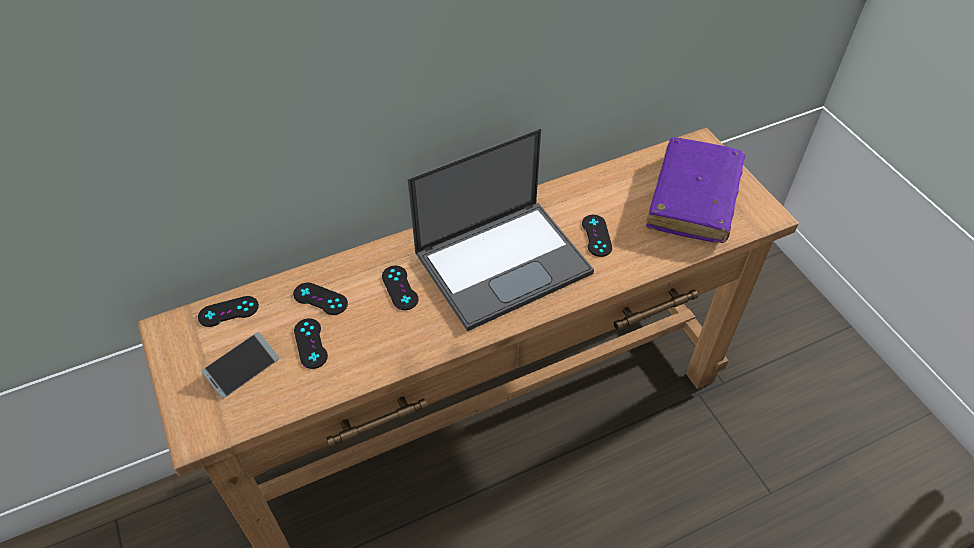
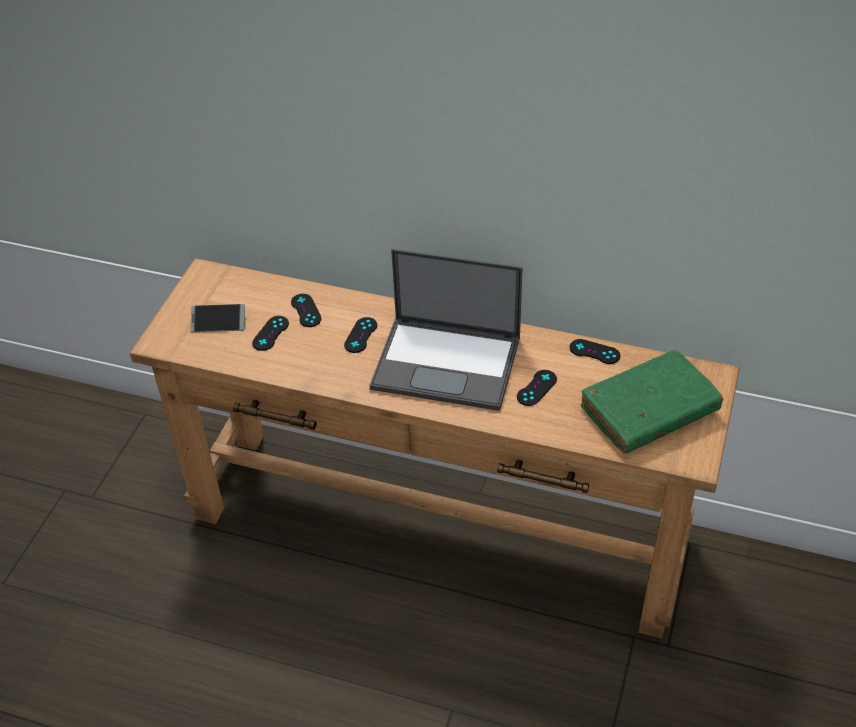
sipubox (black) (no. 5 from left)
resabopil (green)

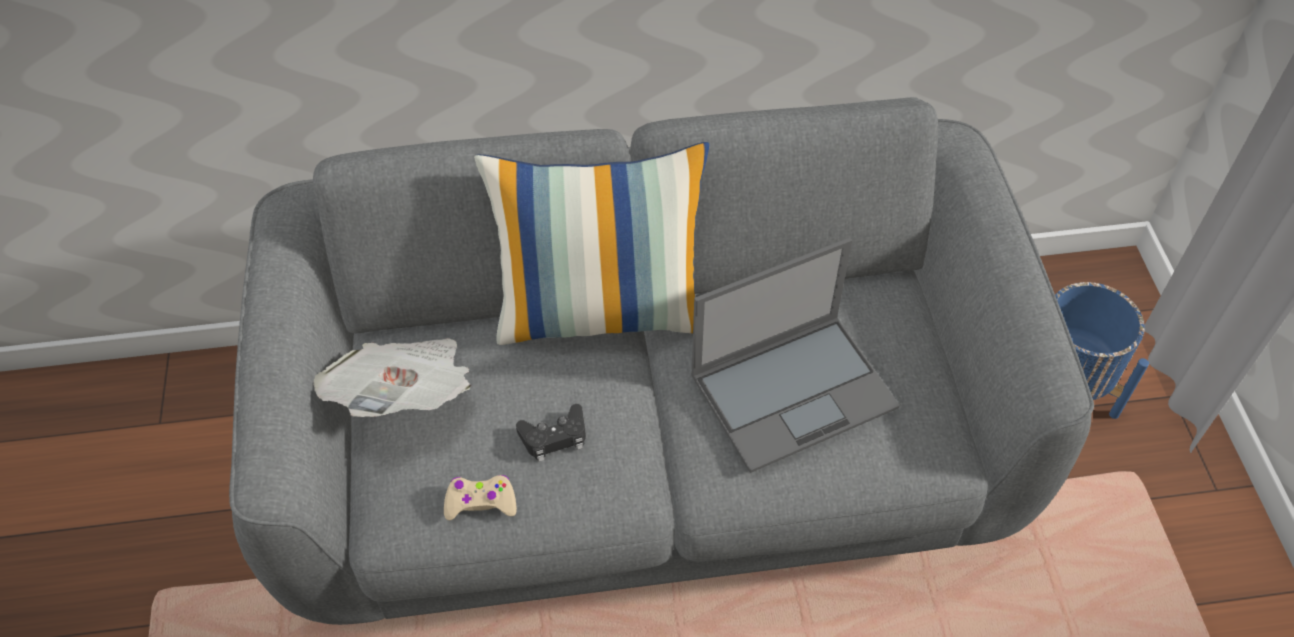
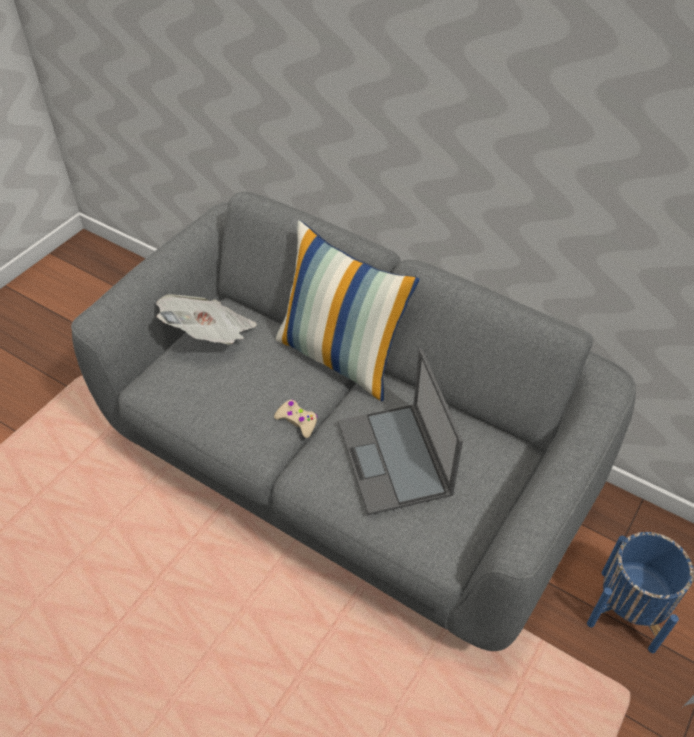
sipubox (beige)
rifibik
sipubox (black)

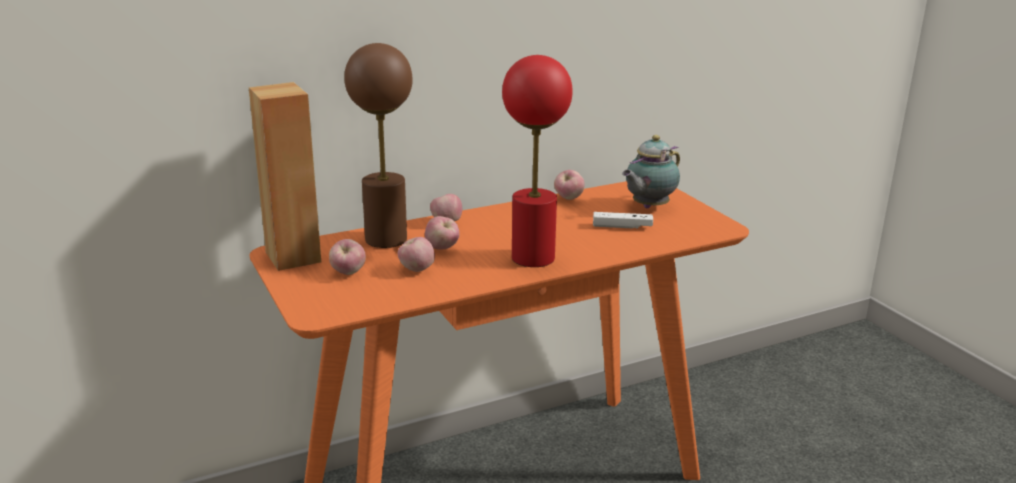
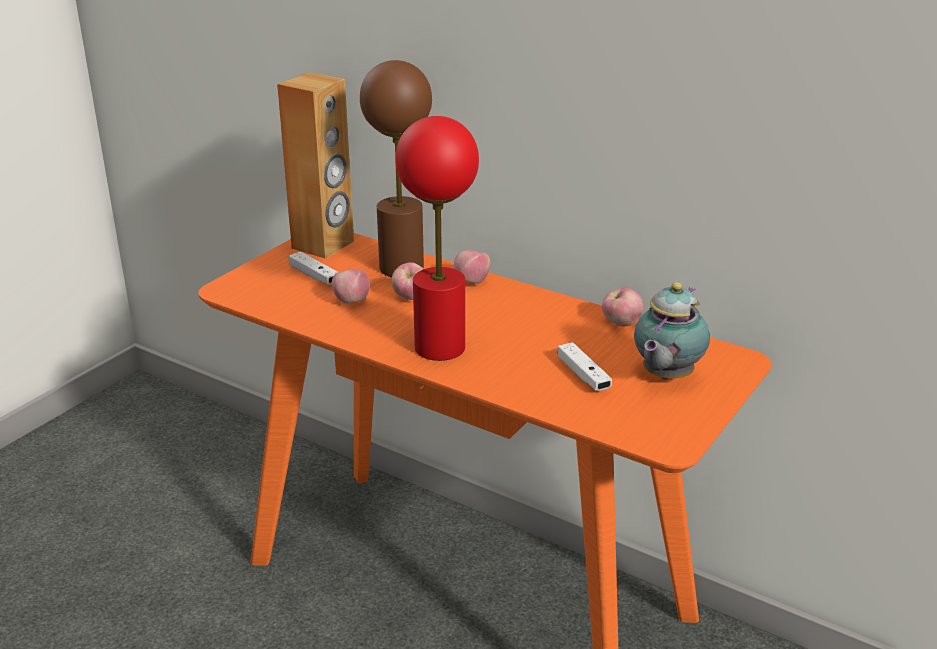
sipubox (white) (no. 1 from left)
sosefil

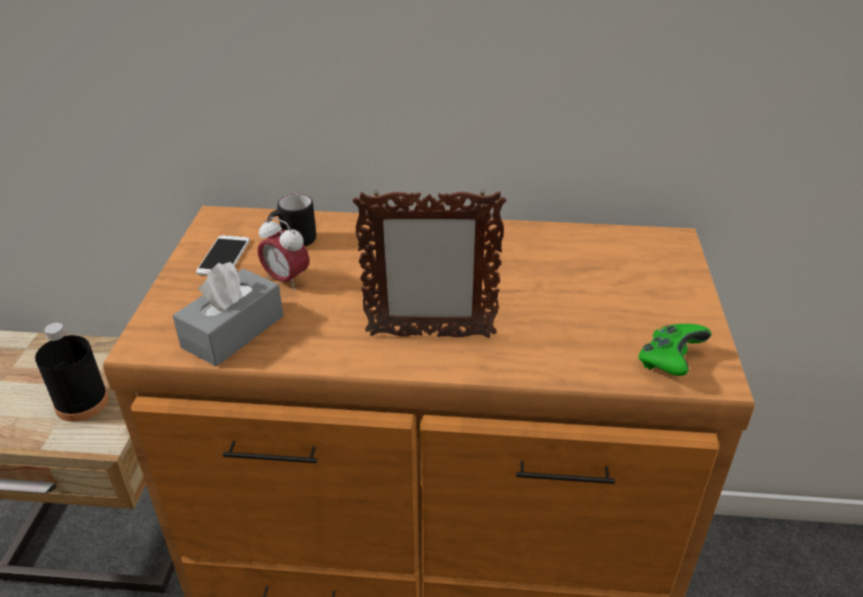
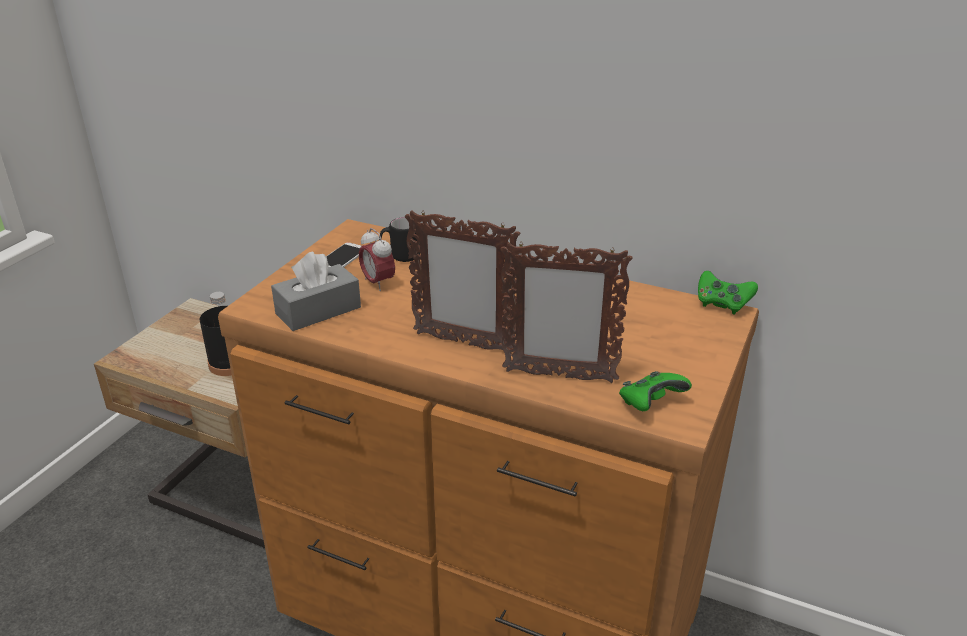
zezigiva (no. 2 from left)
sipubox (green) (no. 2 from left)

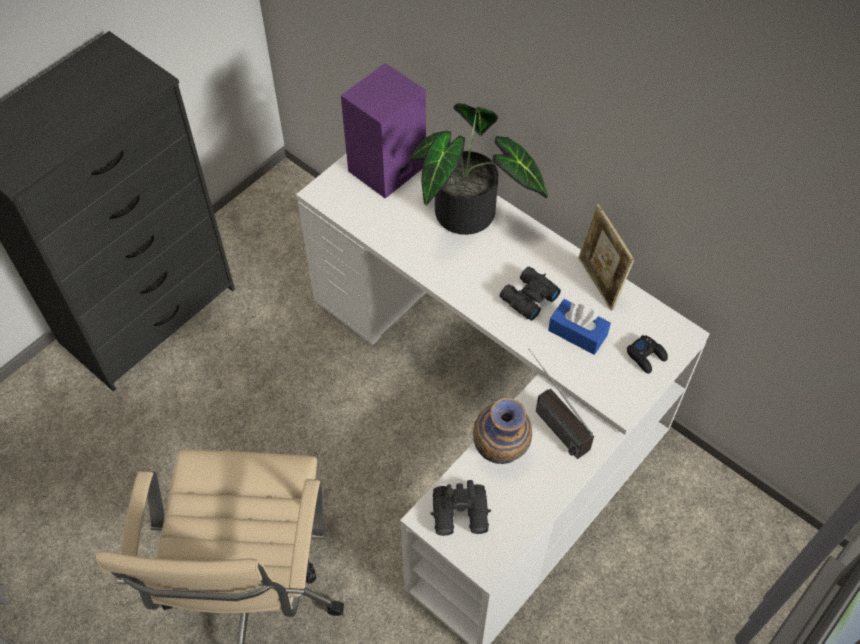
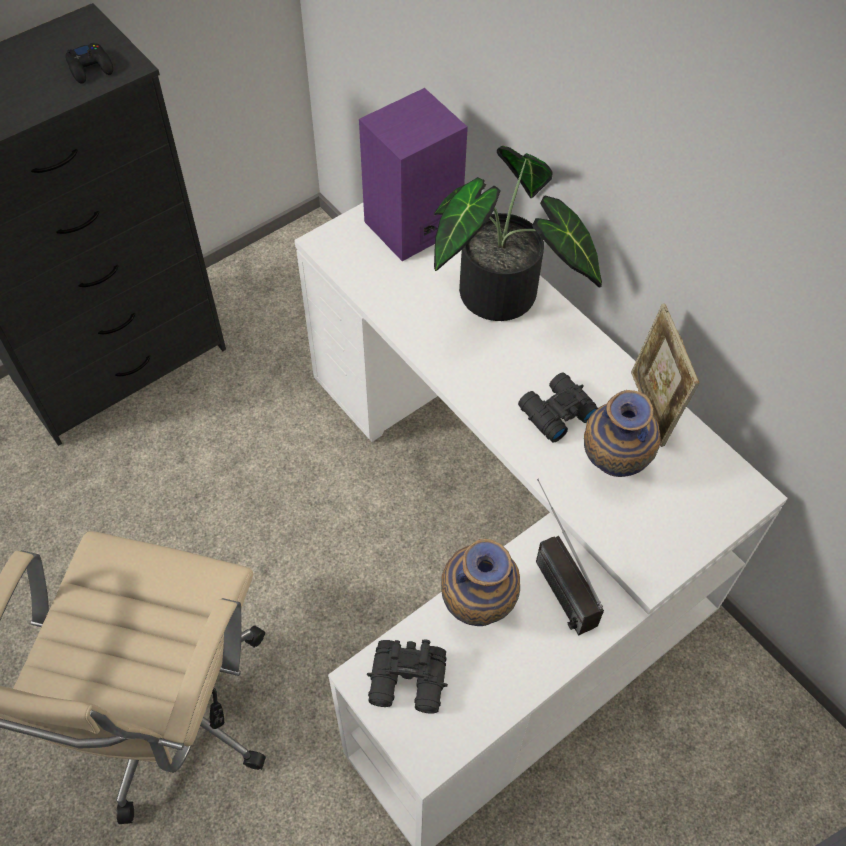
sipubox (black)
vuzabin (no. 2 from left)

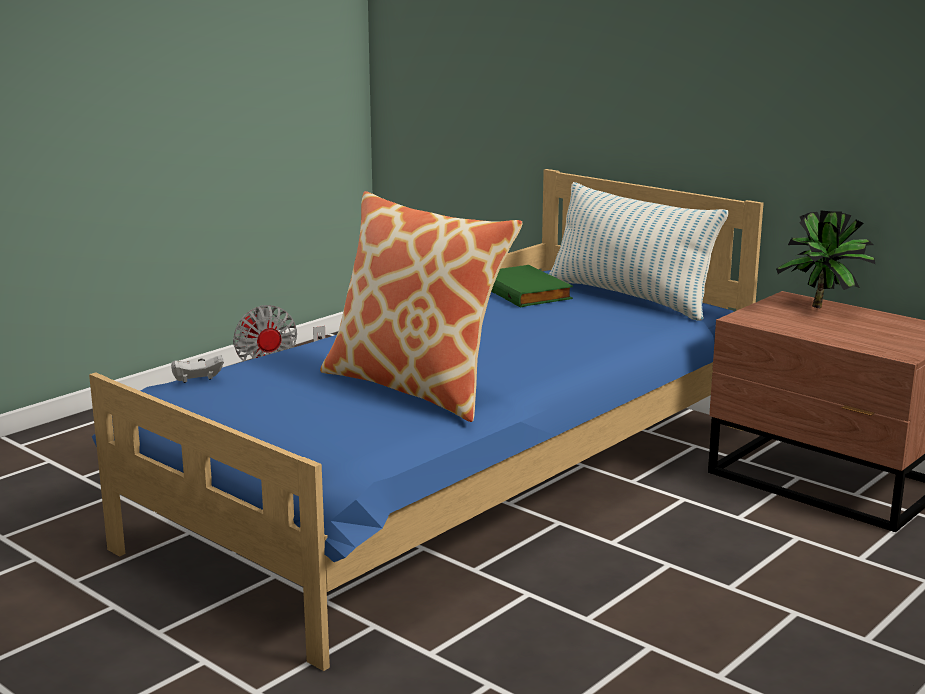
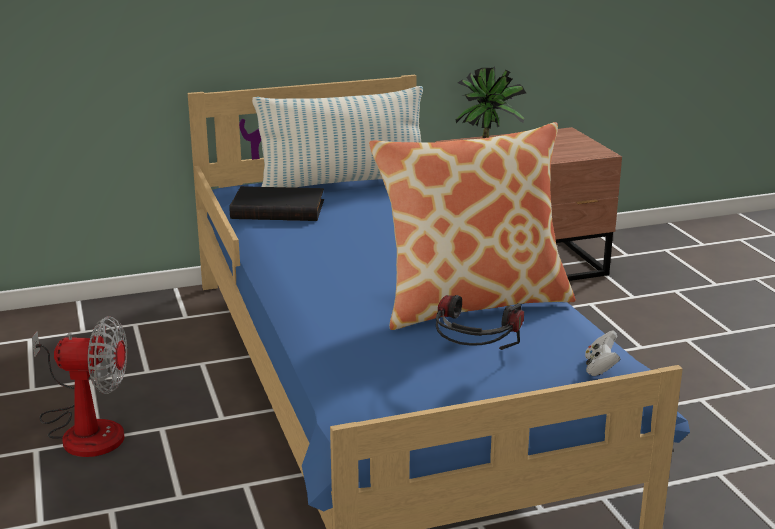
resabopil (black)
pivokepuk
sipubox (white)

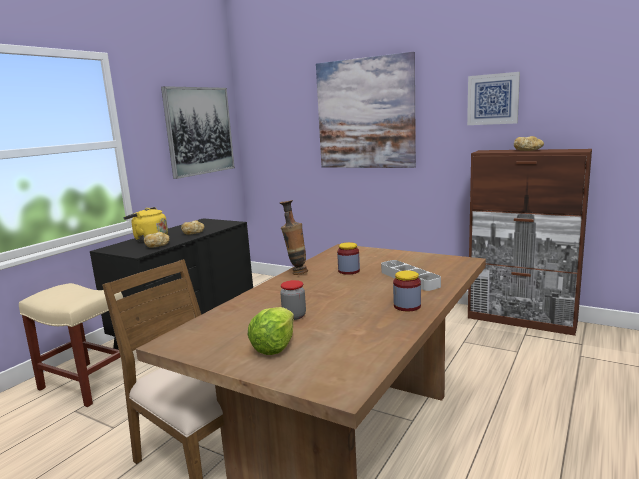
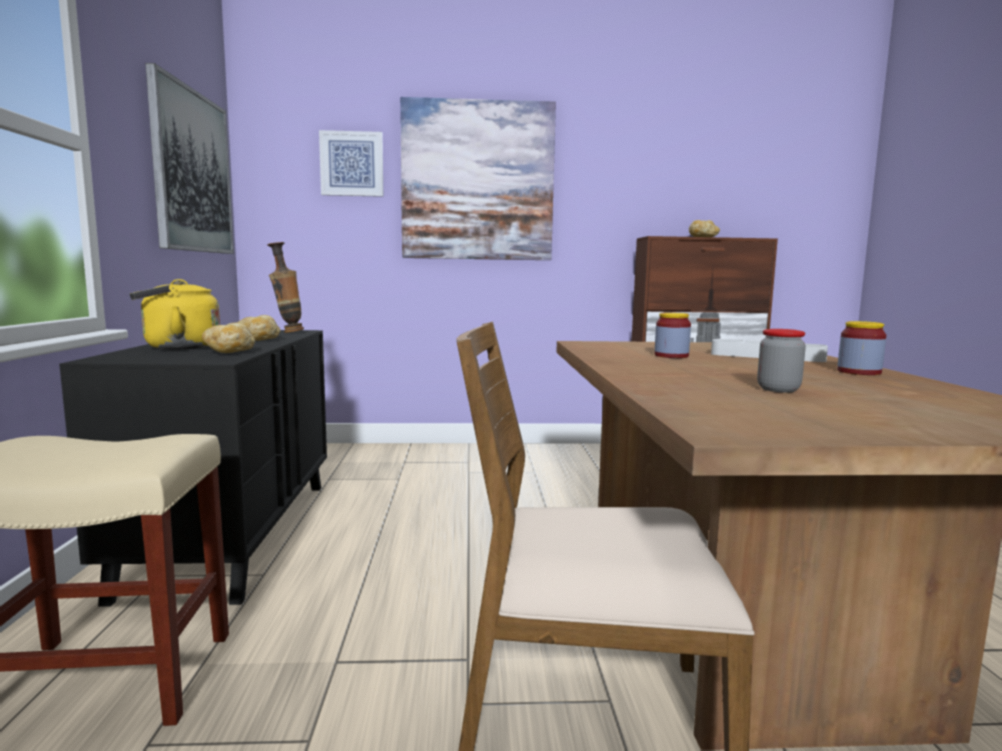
vuzabin
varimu (no. 2 from left)
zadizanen

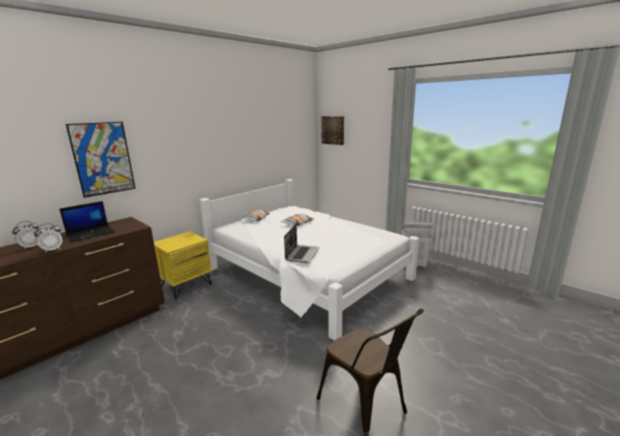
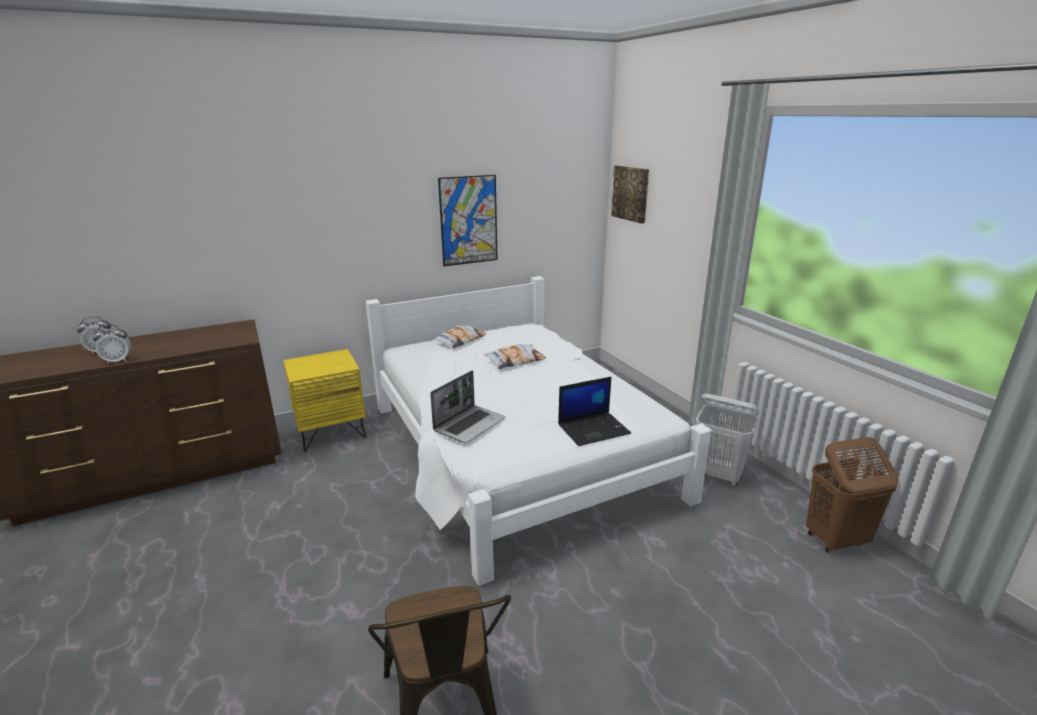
varimu (no. 1 from left)
rifibik (no. 2 from left)
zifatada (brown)

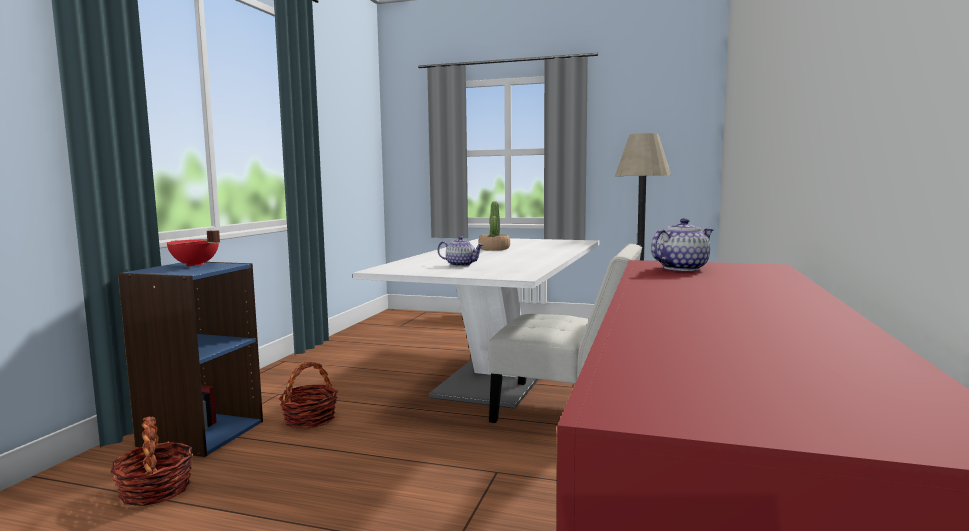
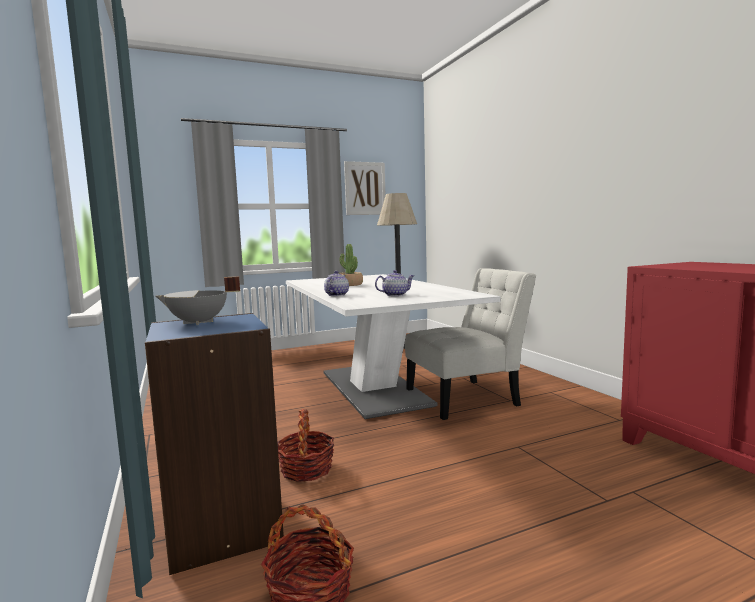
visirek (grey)
sosefil (no. 1 from left)
varimu

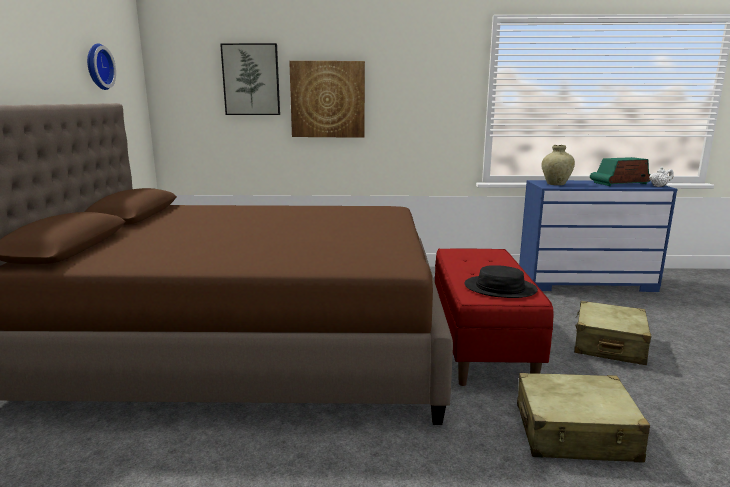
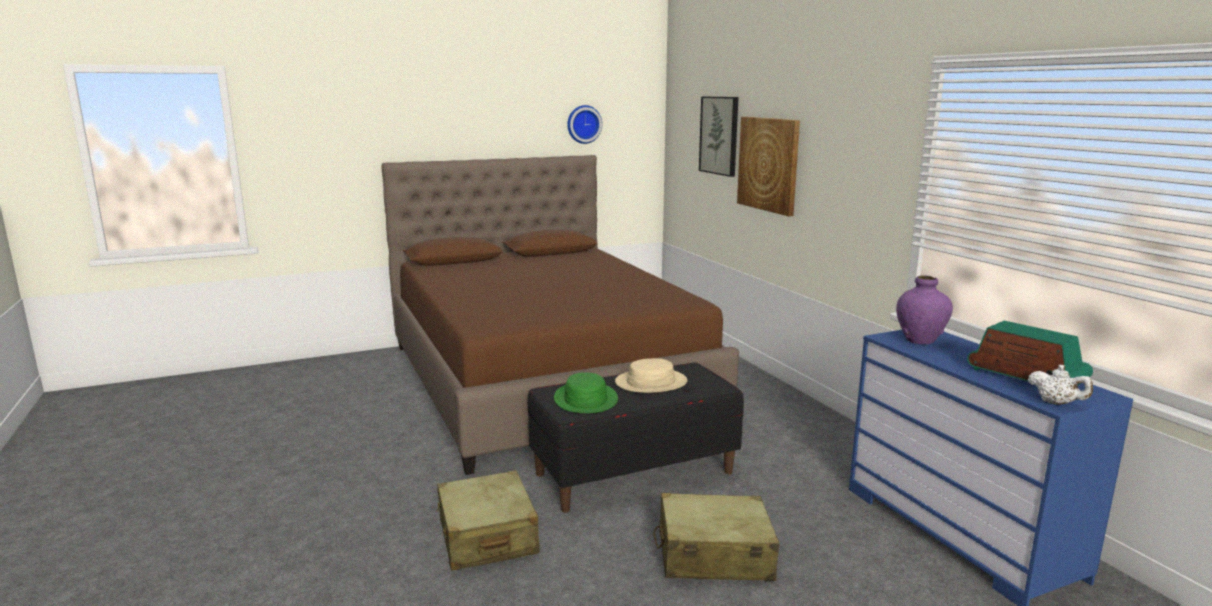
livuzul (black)
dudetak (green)
dudetak (beige)
vuzabin (purple)

